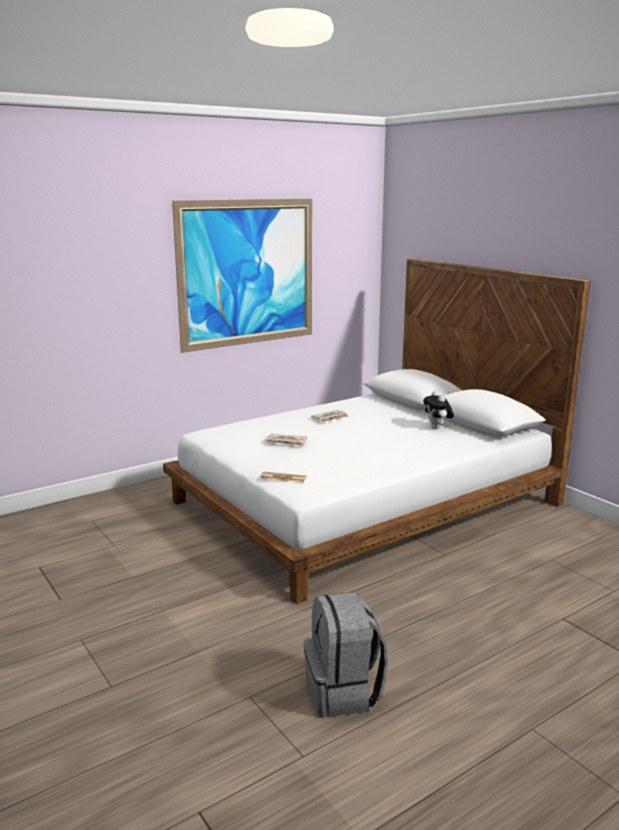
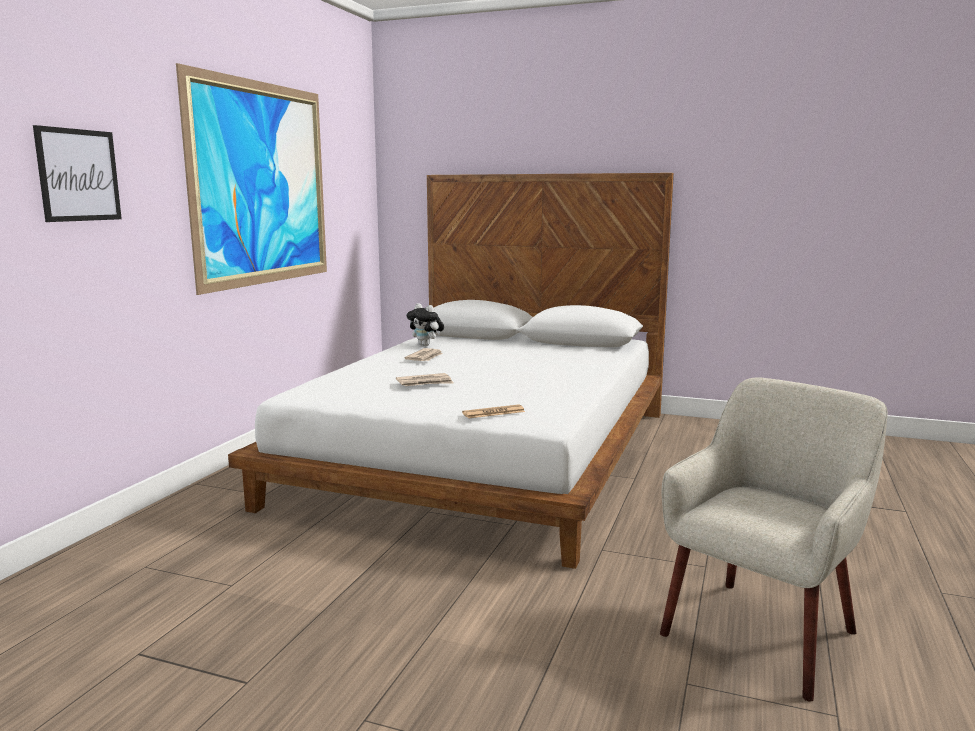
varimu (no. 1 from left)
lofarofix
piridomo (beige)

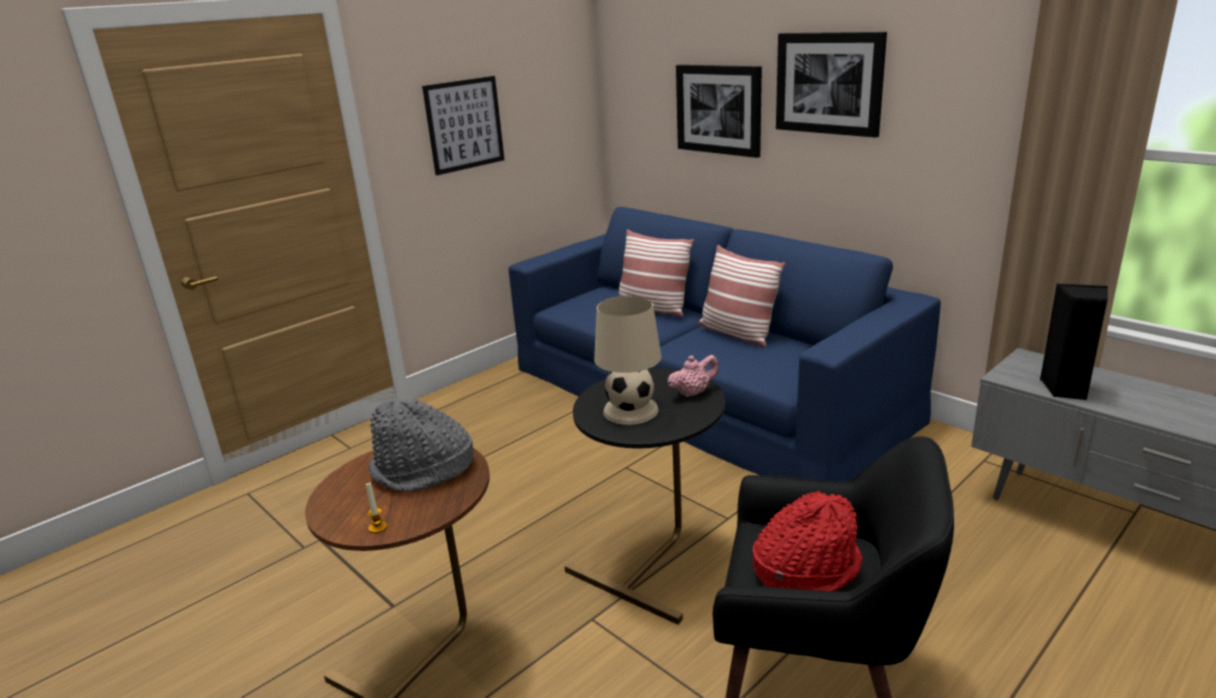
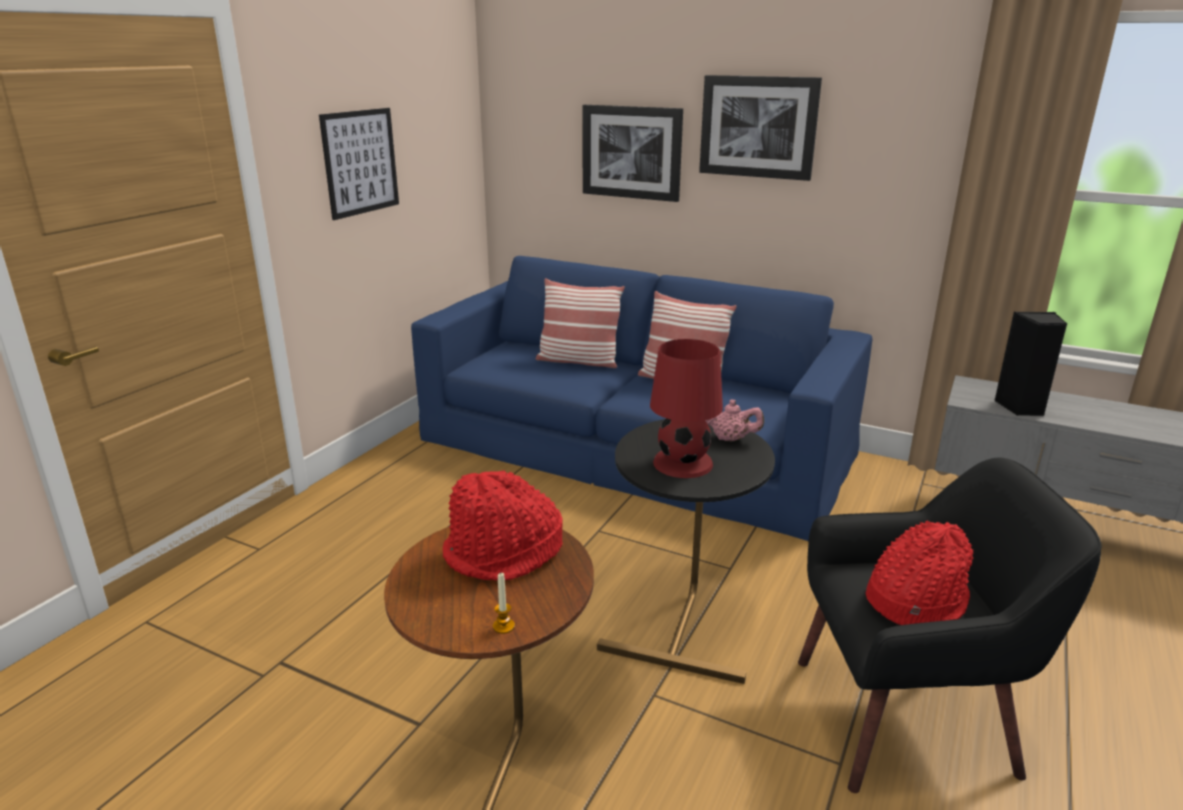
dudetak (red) (no. 1 from left)
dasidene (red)
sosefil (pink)

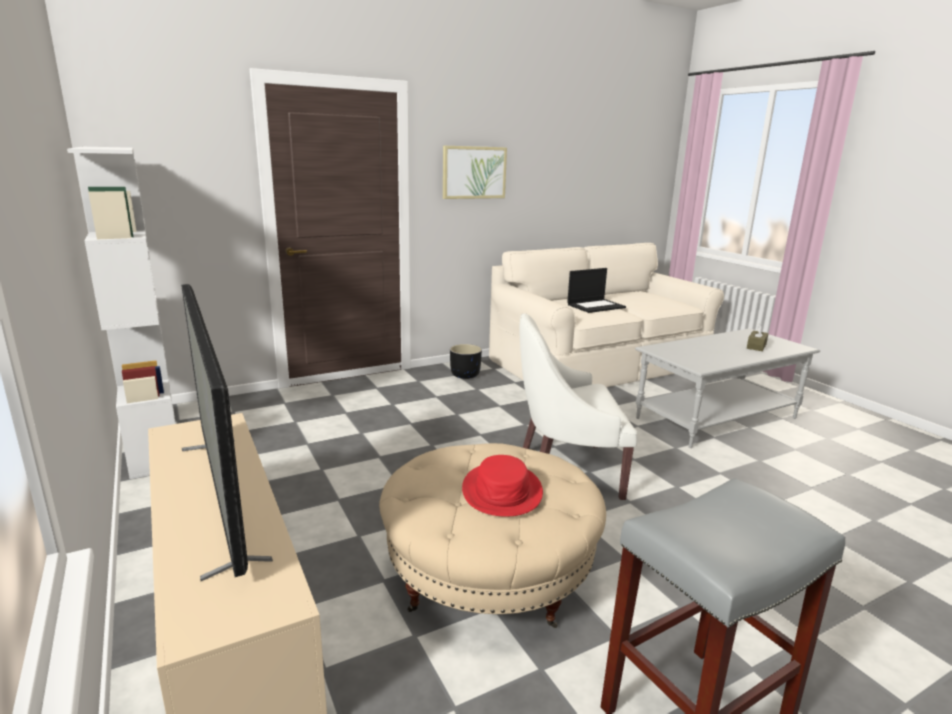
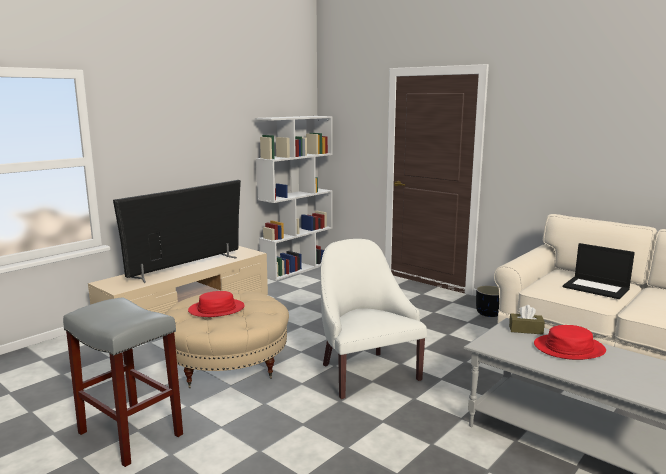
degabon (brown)
dudetak (red) (no. 2 from left)
varimu

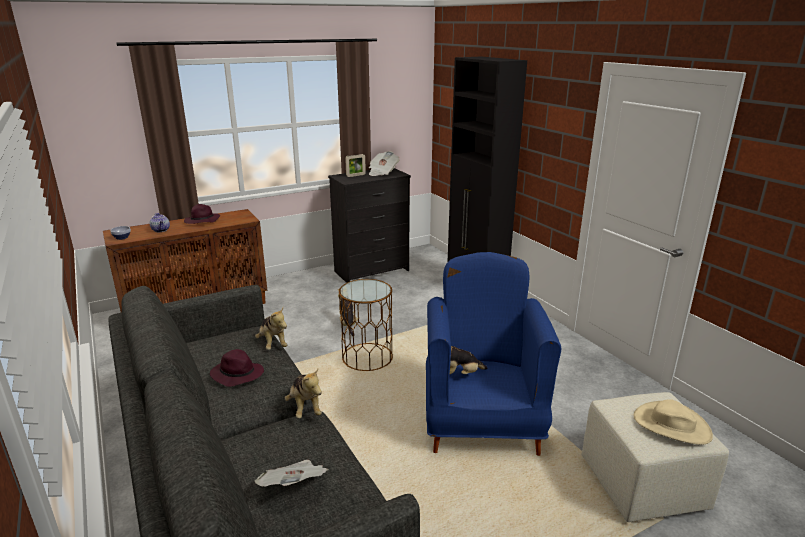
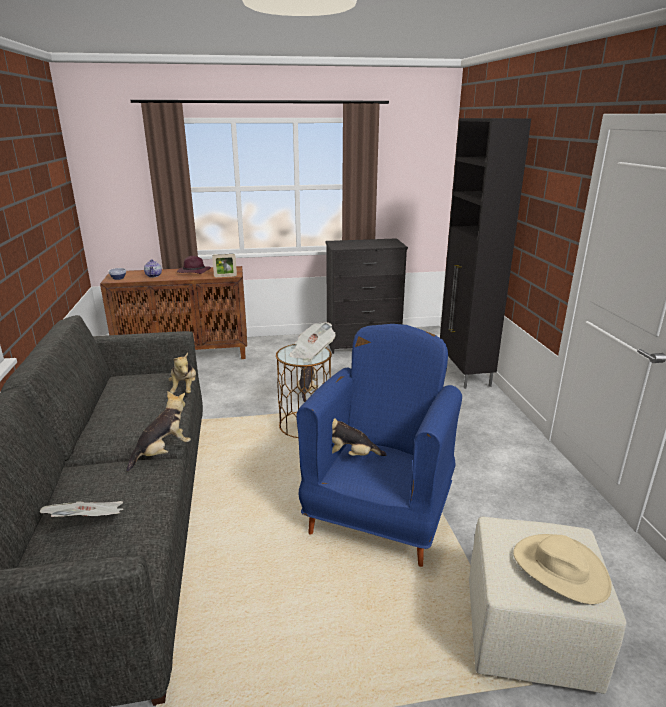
lofarofix (no. 1 from left)
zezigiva
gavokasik (no. 2 from left)
dudetak (purple) (no. 2 from left in the first image)

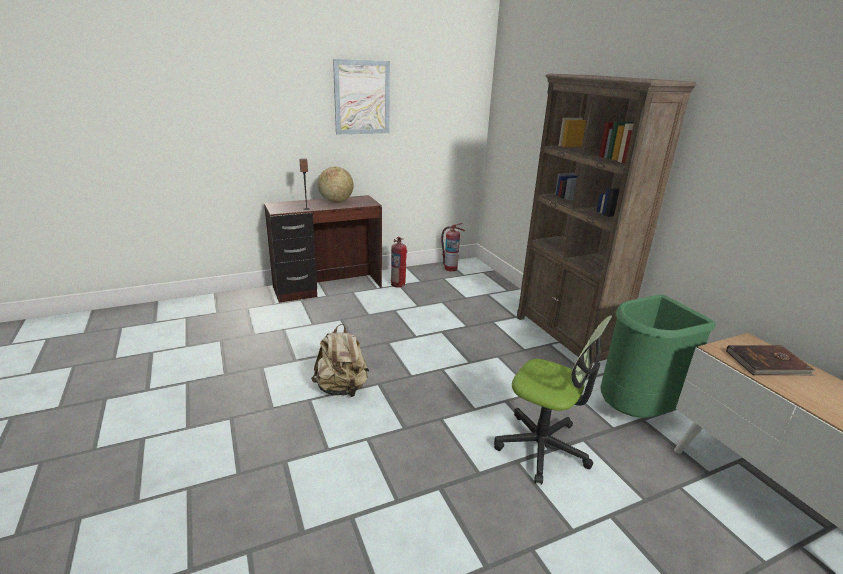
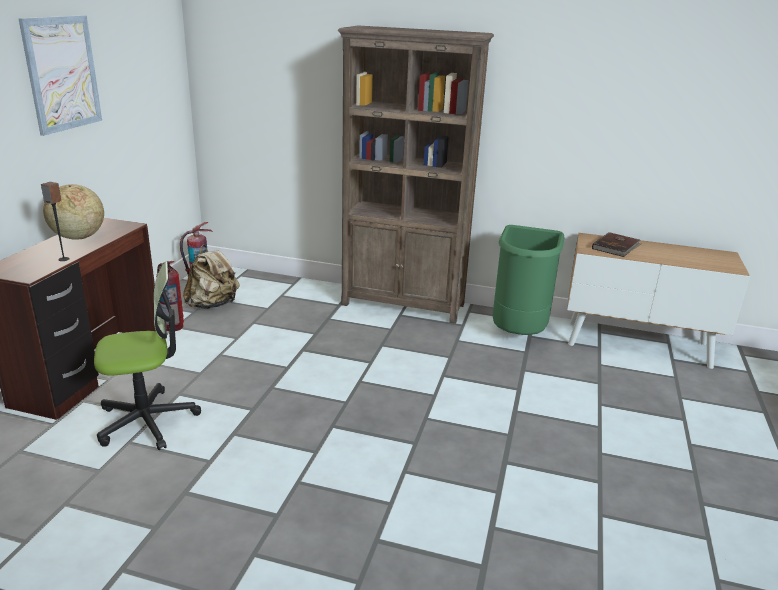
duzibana
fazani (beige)

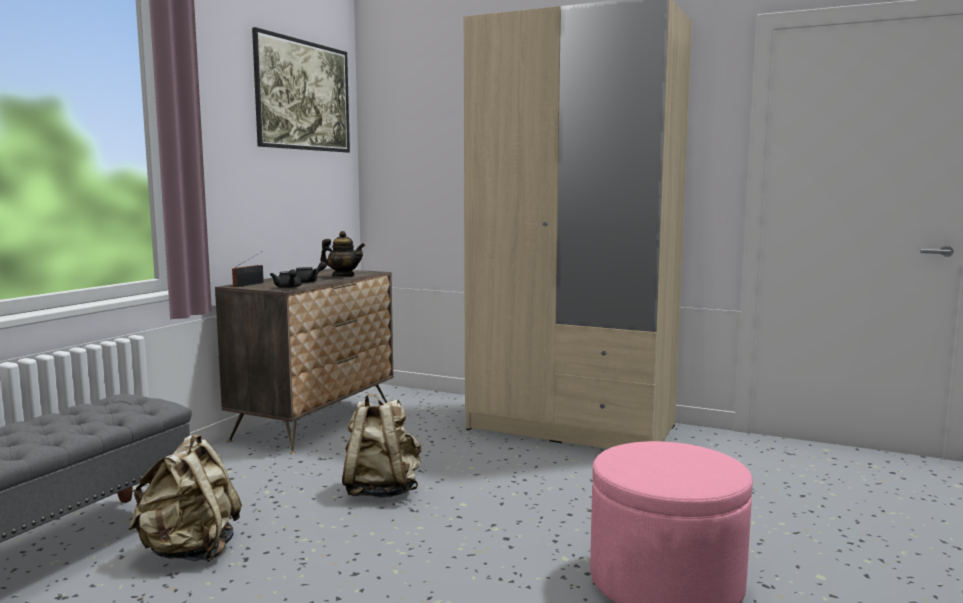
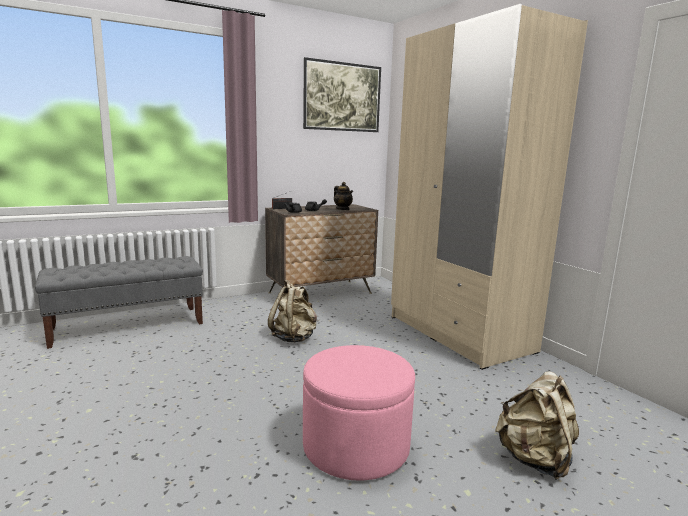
fazani (beige) (no. 2 from left)

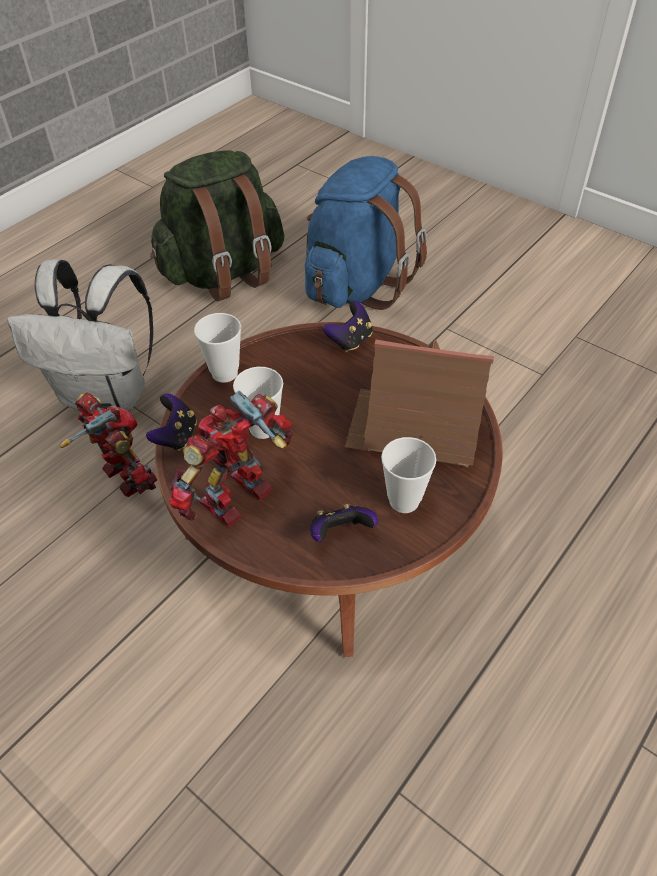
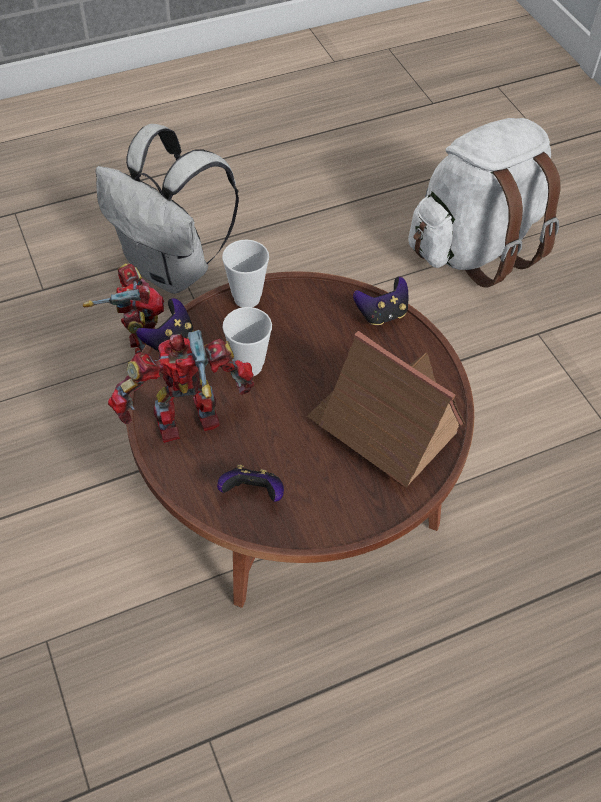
fazani (white) (no. 2 from left)
fazani (green)
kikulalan (no. 3 from left in the first image)

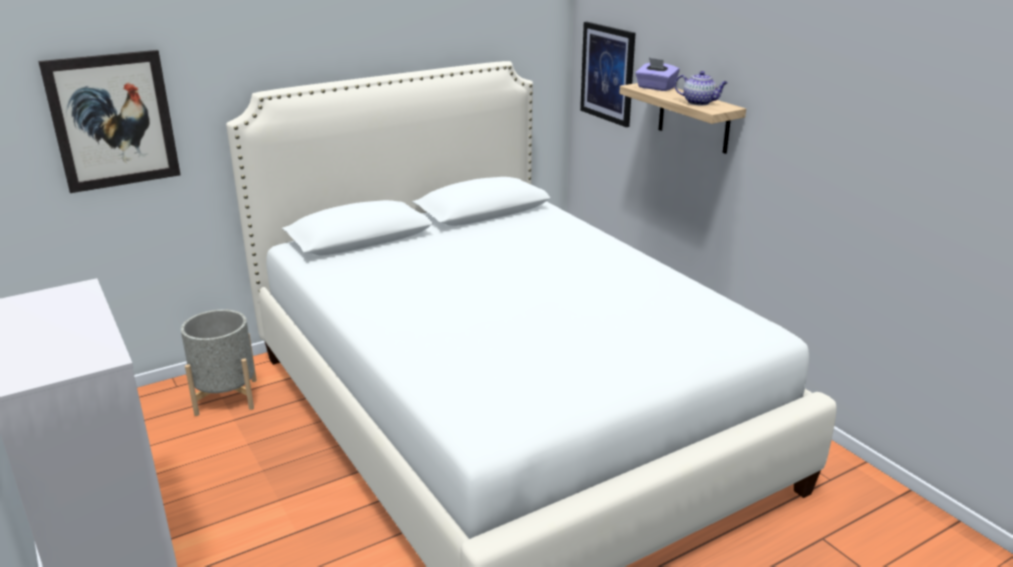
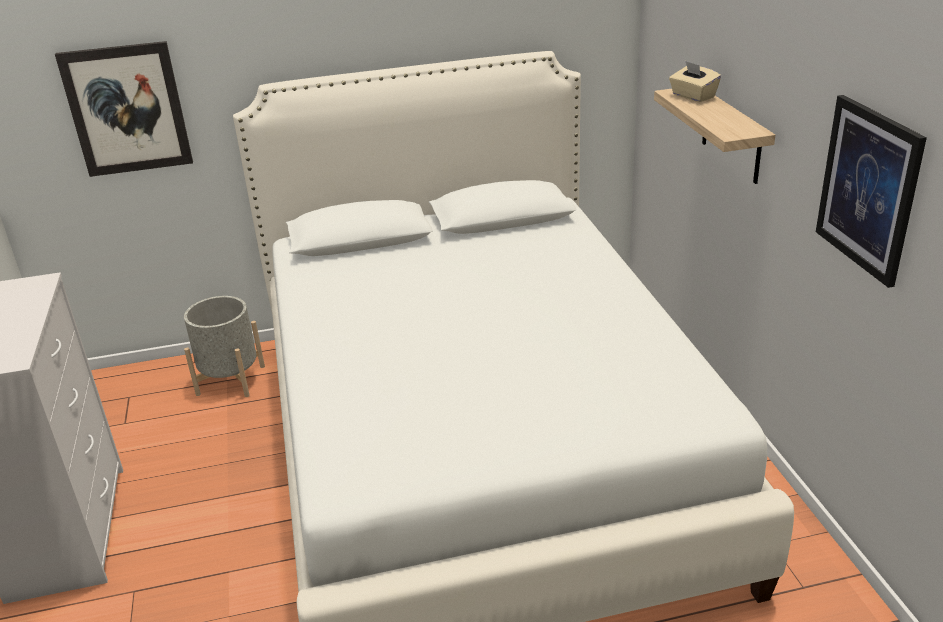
degabon (beige)
varimu (no. 2 from left)
sosefil

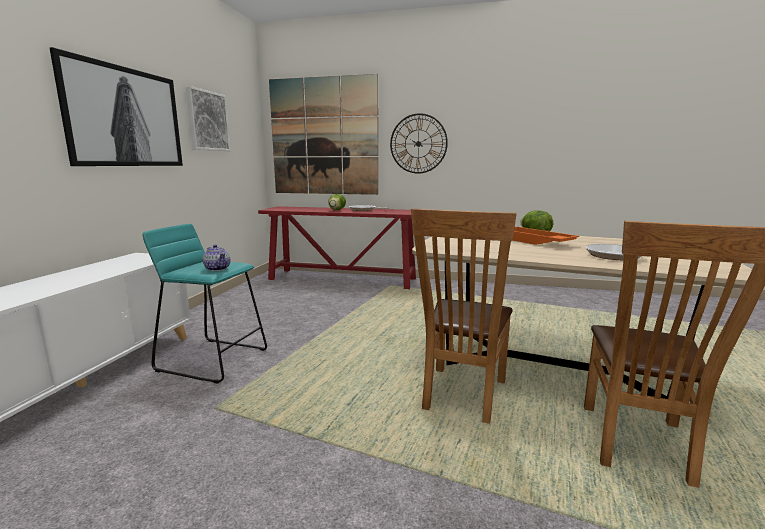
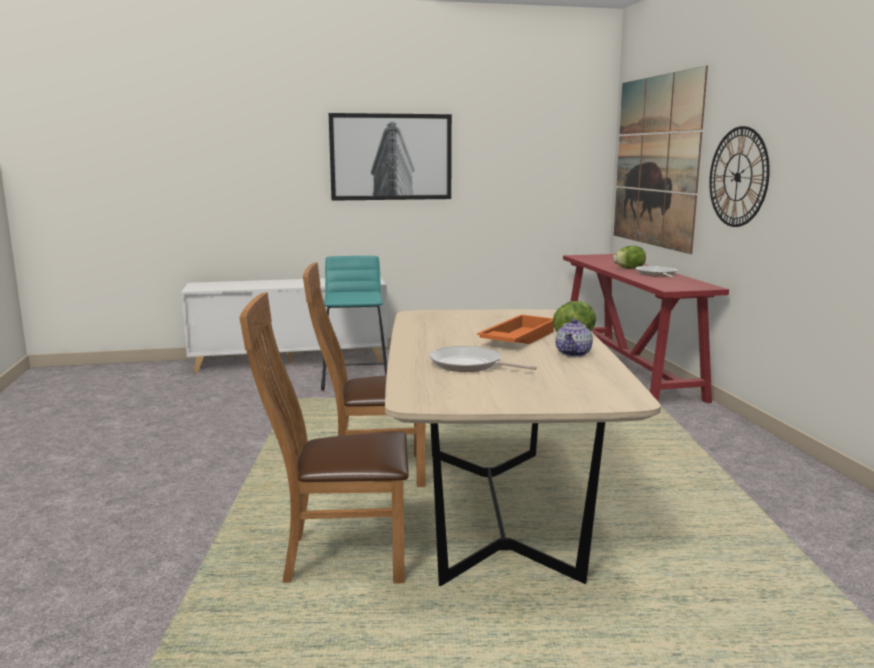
sosefil
varimu (no. 2 from left in the first image)

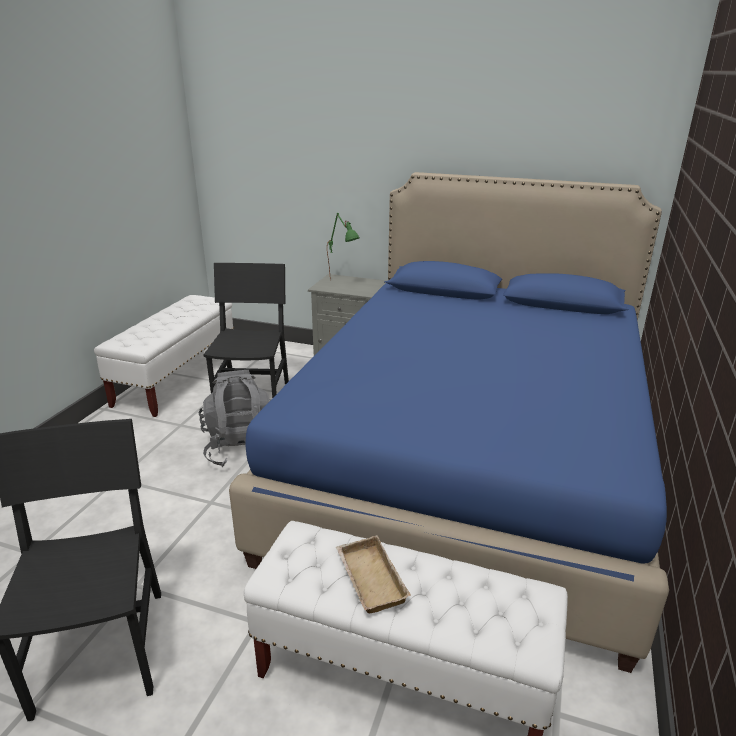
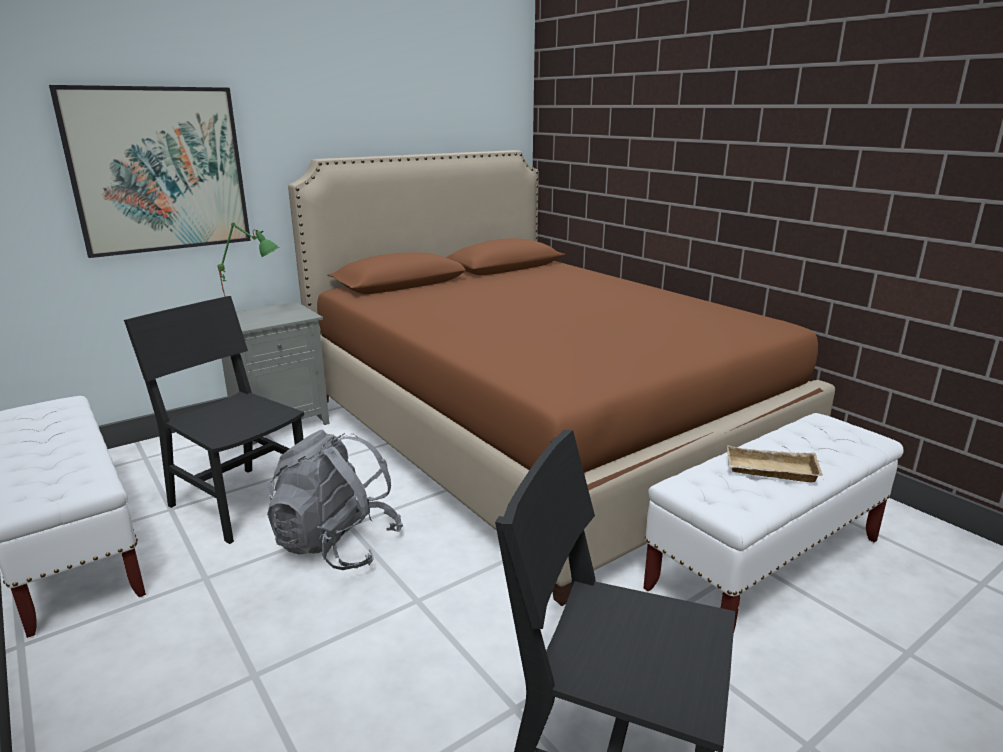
varimu
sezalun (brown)

